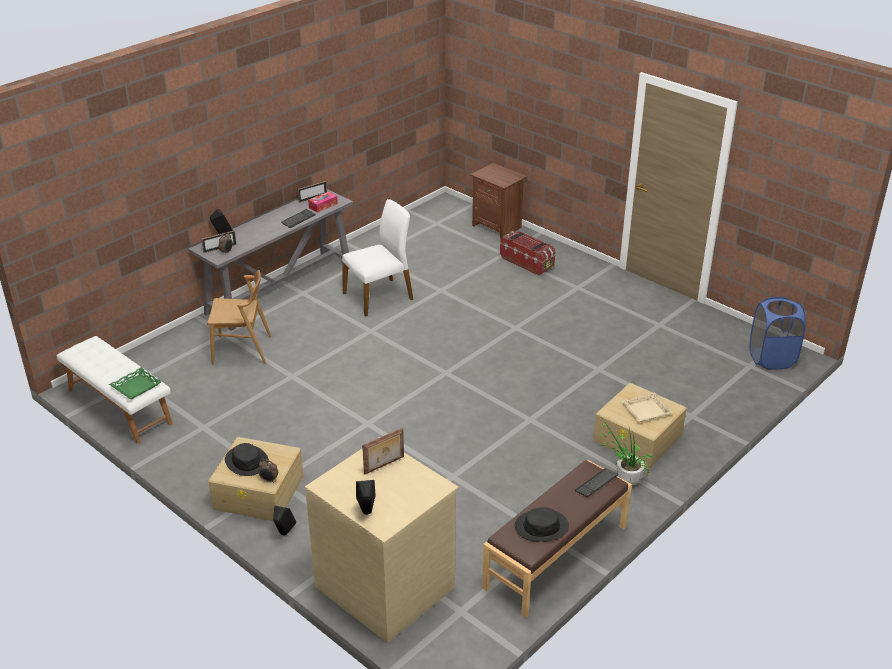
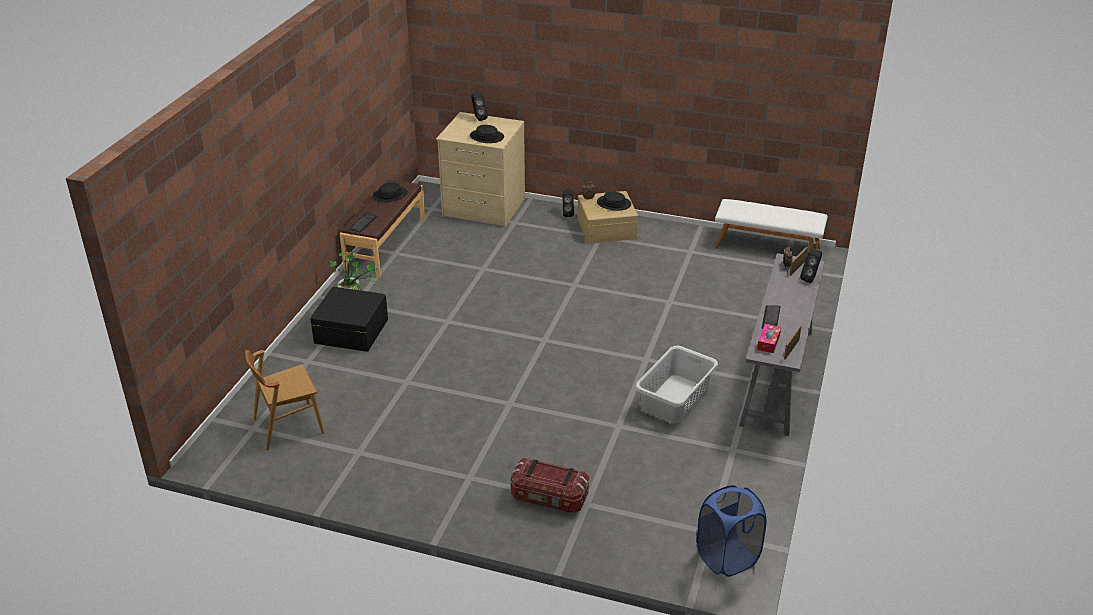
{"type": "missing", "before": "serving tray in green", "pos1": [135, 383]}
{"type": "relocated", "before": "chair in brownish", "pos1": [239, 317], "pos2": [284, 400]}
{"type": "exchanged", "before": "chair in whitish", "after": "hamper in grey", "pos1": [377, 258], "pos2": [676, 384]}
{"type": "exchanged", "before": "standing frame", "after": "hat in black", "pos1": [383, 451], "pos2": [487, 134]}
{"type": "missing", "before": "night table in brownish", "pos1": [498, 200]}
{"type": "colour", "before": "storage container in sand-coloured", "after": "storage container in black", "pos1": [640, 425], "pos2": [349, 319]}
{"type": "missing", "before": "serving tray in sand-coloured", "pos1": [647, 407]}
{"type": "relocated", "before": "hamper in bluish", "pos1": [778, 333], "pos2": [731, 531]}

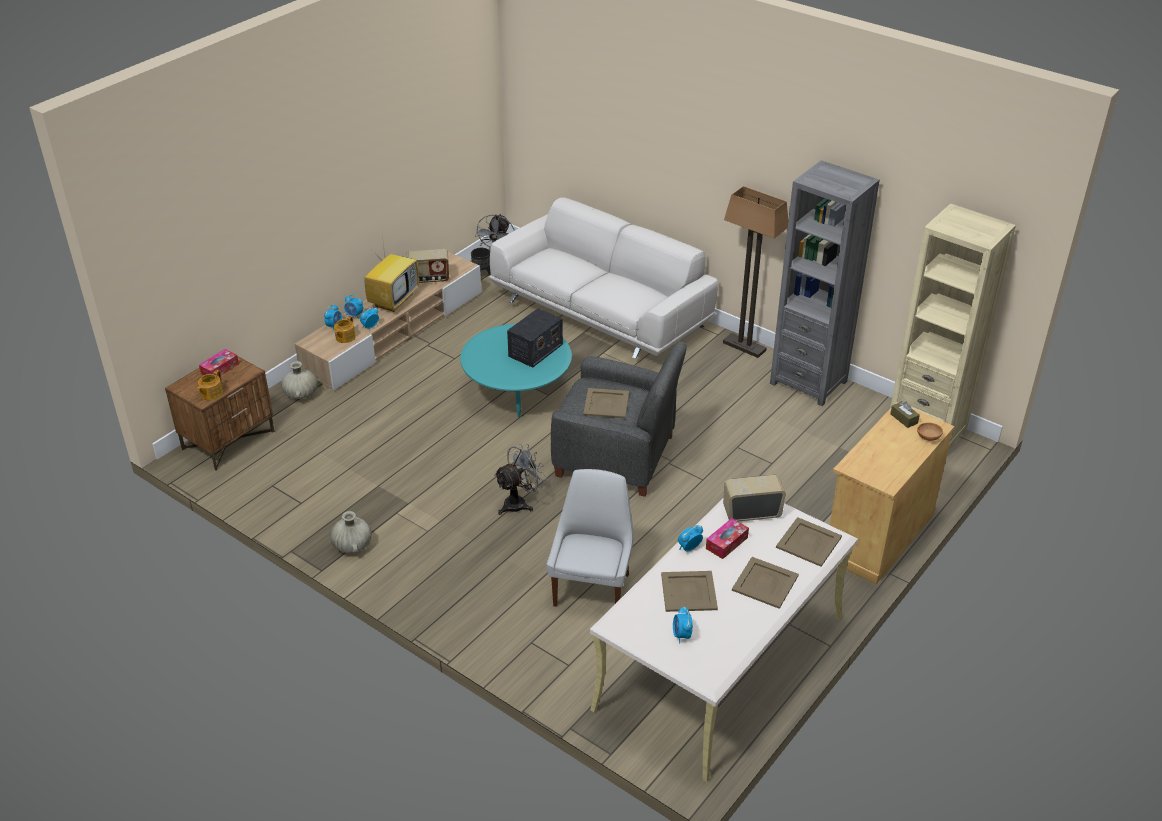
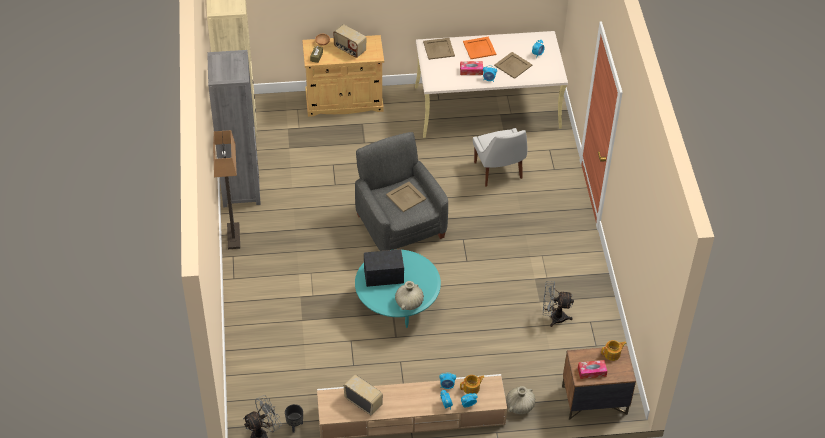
{"type": "relocated", "before": "vase in sand-coloured", "pos1": [351, 532], "pos2": [409, 295]}
{"type": "missing", "before": "TV", "pos1": [391, 273]}
{"type": "missing", "before": "settee in whitish", "pos1": [603, 278]}
{"type": "relocated", "before": "fan in grey", "pos1": [520, 479], "pos2": [558, 304]}
{"type": "spun", "before": "chair in whitish", "pos1": [590, 538], "pos2": [500, 157], "turn": -75}
{"type": "relocated", "before": "radio", "pos1": [754, 498], "pos2": [349, 41]}
{"type": "colour", "before": "serving tray in sand-coloured", "after": "serving tray in orangey", "pos1": [765, 583], "pos2": [479, 48]}

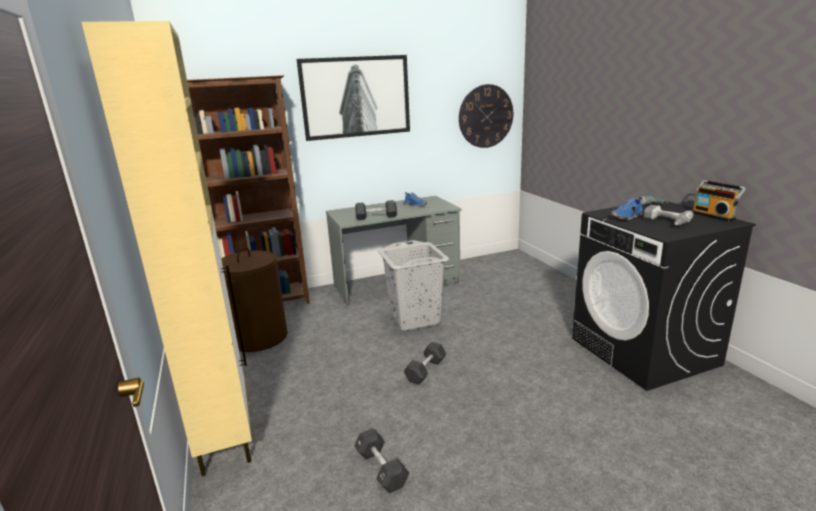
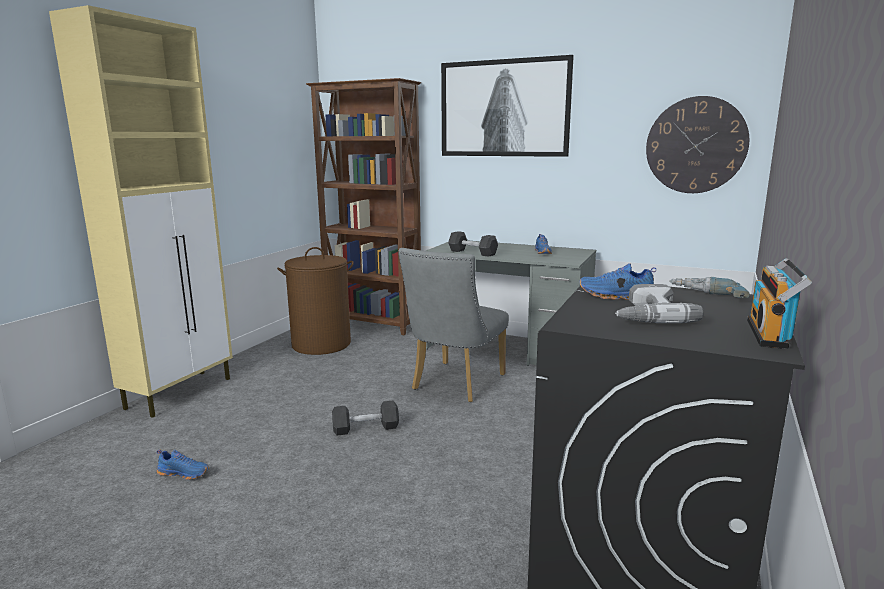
{"type": "exchanged", "before": "dumbbell in black", "after": "low shoe in bluish", "pos1": [381, 460], "pos2": [183, 464]}
{"type": "exchanged", "before": "hamper in grey", "after": "chair in grey", "pos1": [413, 285], "pos2": [453, 325]}

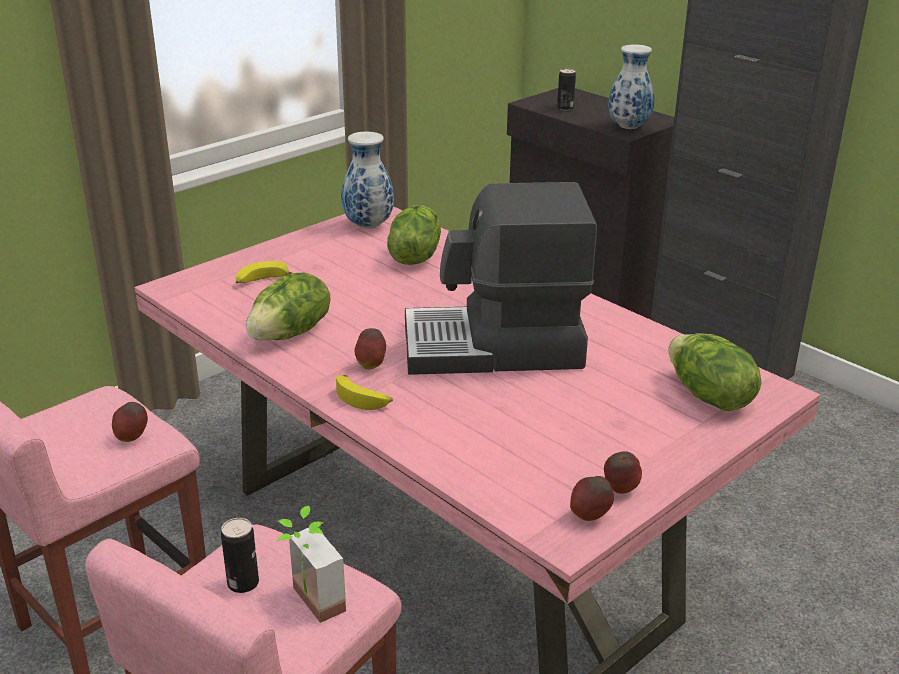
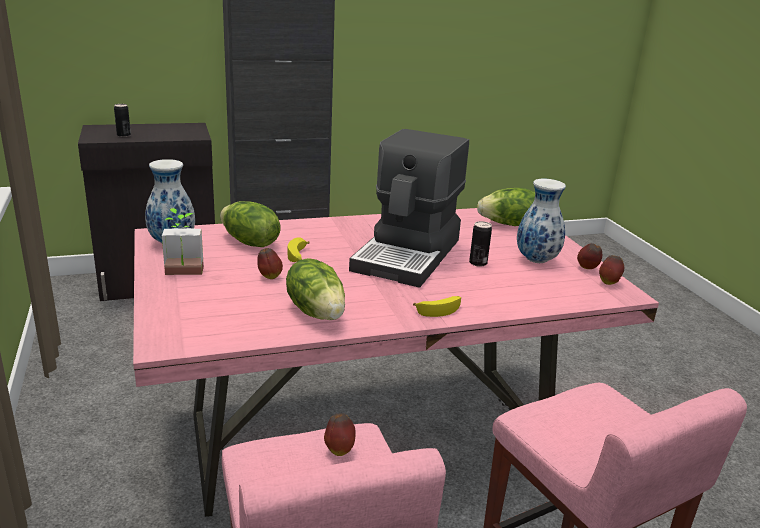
{"type": "relocated", "before": "can", "pos1": [240, 555], "pos2": [480, 244]}
{"type": "relocated", "before": "whole banana", "pos1": [264, 272], "pos2": [299, 249]}
{"type": "relocated", "before": "potted plant", "pos1": [311, 564], "pos2": [183, 241]}
{"type": "relocated", "before": "apple fruit", "pos1": [370, 349], "pos2": [270, 263]}
{"type": "relocated", "before": "vase", "pos1": [631, 86], "pos2": [541, 221]}

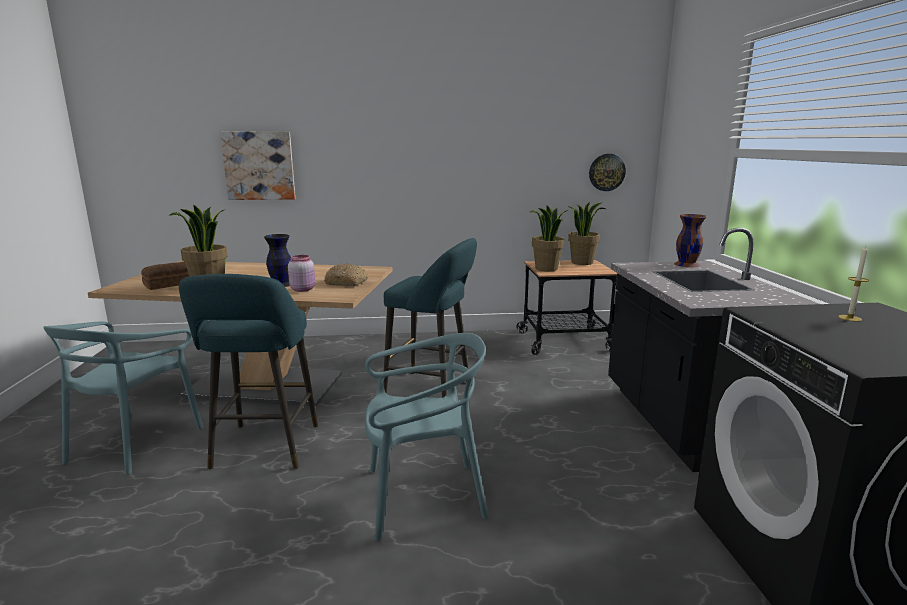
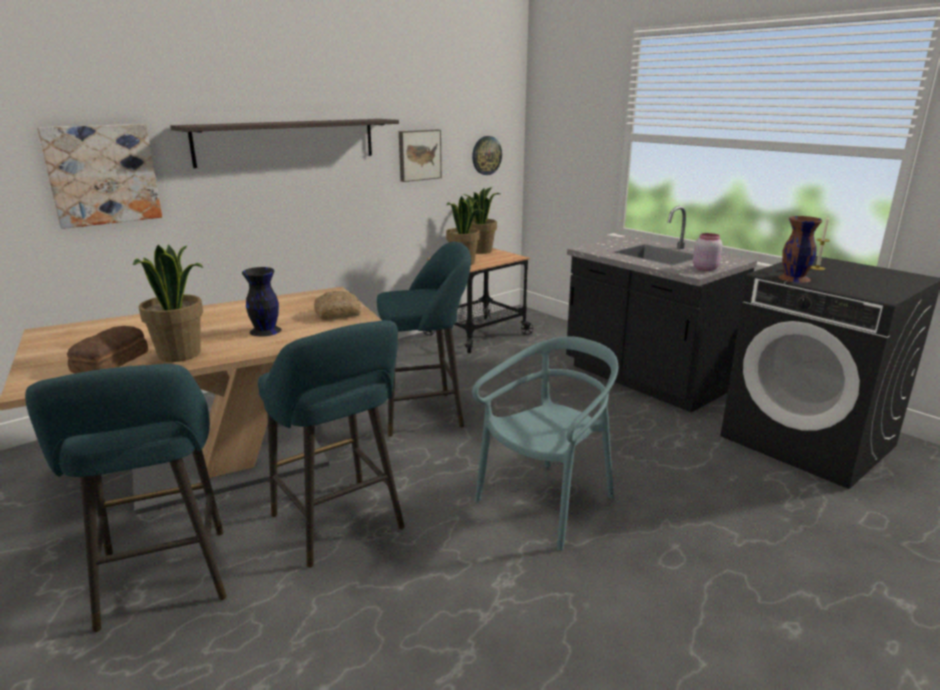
{"type": "exchanged", "before": "chair in blue-green", "after": "stool seat in blue-green", "pos1": [124, 398], "pos2": [126, 498]}
{"type": "relocated", "before": "storage jar in pink", "pos1": [301, 273], "pos2": [707, 252]}
{"type": "relocated", "before": "vase in brownish", "pos1": [690, 240], "pos2": [800, 249]}
{"type": "appeared", "after": "shelf", "pos2": [285, 143]}
{"type": "appeared", "after": "wall art", "pos2": [420, 156]}

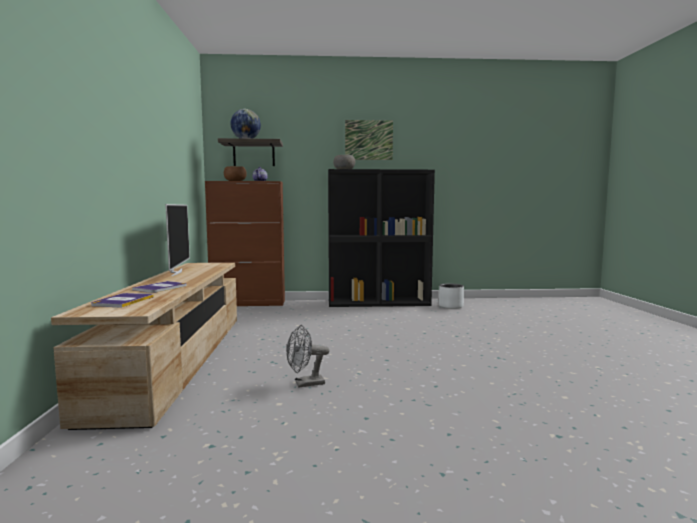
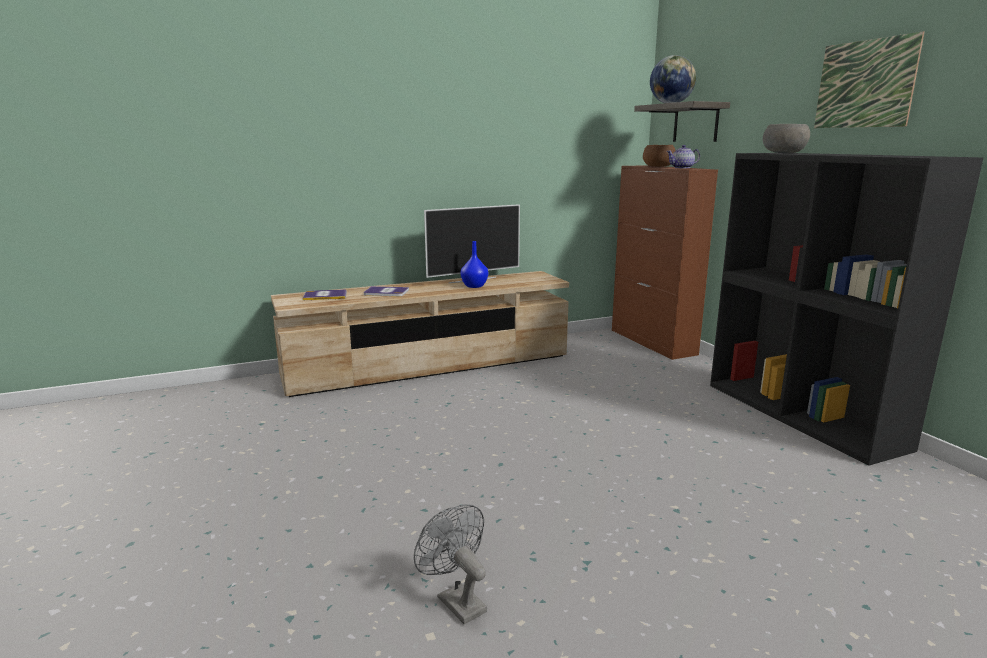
{"type": "relocated", "before": "fan in grey", "pos1": [308, 356], "pos2": [450, 564]}
{"type": "missing", "before": "planter in whitish", "pos1": [451, 296]}
{"type": "appeared", "after": "vase in bluish", "pos2": [474, 264]}

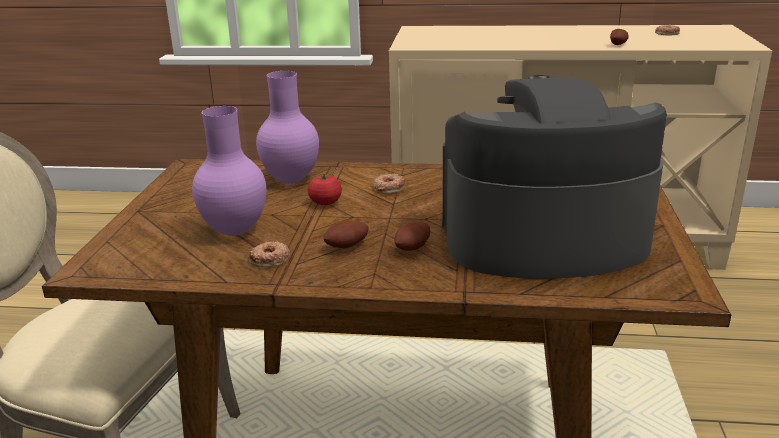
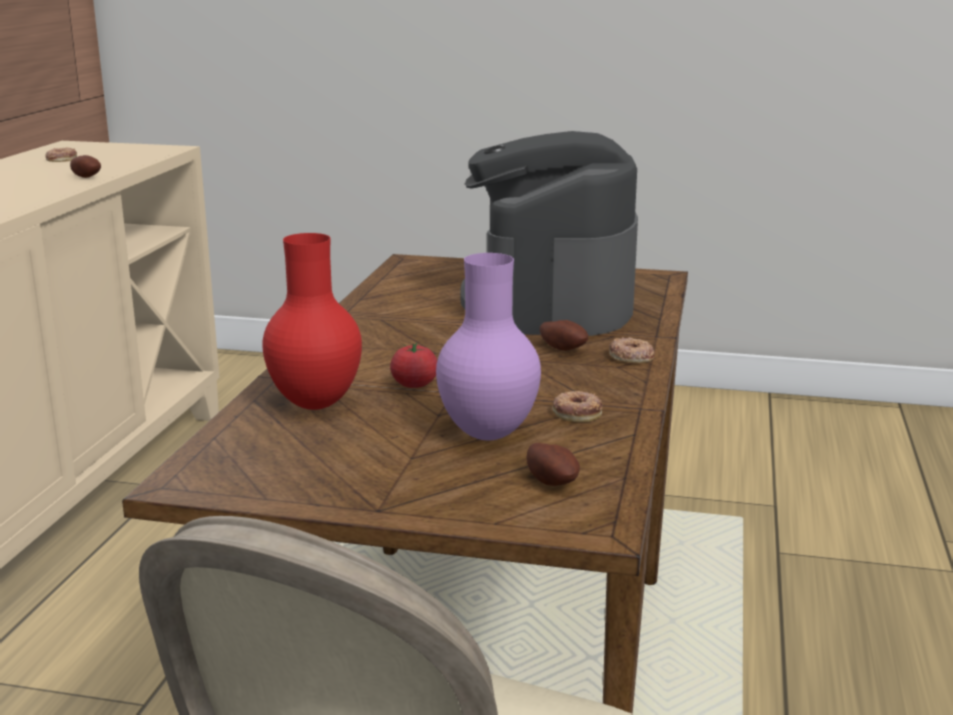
{"type": "colour", "before": "vase in purple", "after": "vase in red-coloured", "pos1": [287, 127], "pos2": [312, 321]}
{"type": "relocated", "before": "whole potato", "pos1": [346, 234], "pos2": [553, 464]}
{"type": "relocated", "before": "donut", "pos1": [389, 184], "pos2": [631, 350]}

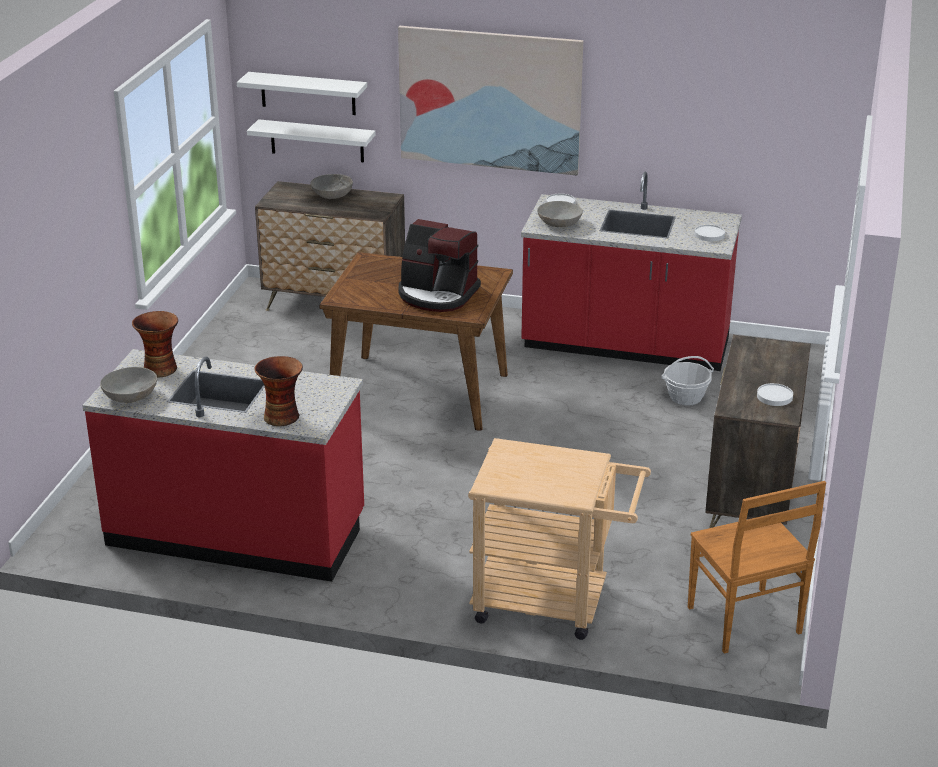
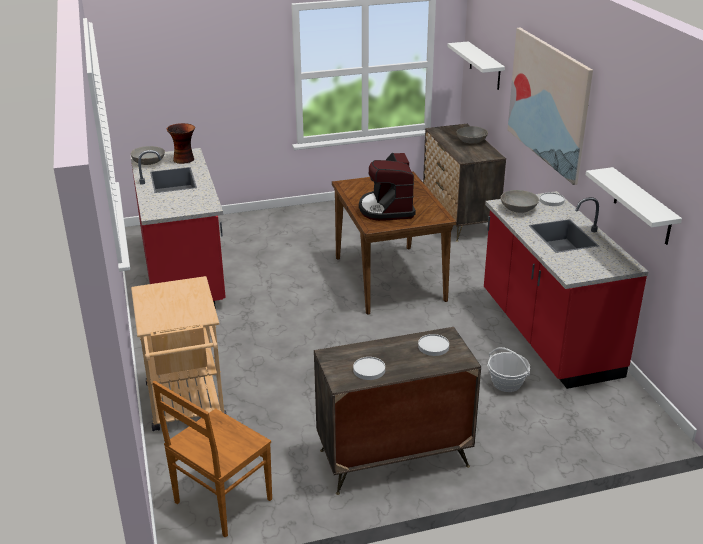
{"type": "relocated", "before": "shelf in whitish", "pos1": [311, 141], "pos2": [634, 206]}
{"type": "missing", "before": "vase", "pos1": [278, 391]}
{"type": "relocated", "before": "dinner plate in whitish", "pos1": [710, 233], "pos2": [433, 345]}

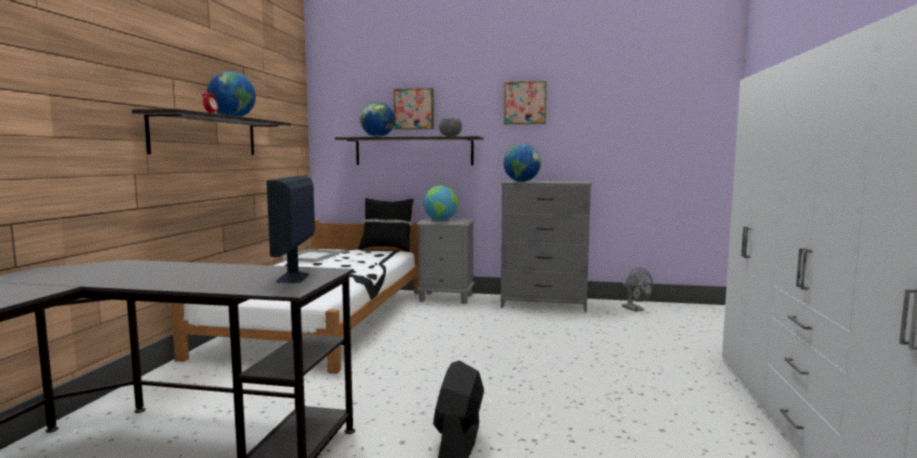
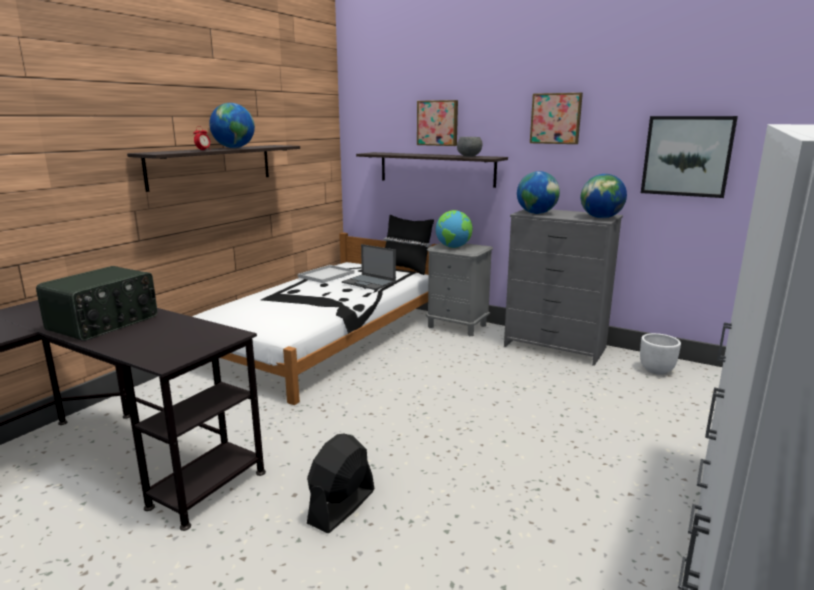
{"type": "missing", "before": "computer screen", "pos1": [291, 229]}
{"type": "relocated", "before": "world globe", "pos1": [377, 119], "pos2": [604, 196]}
{"type": "exchanged", "before": "fan in grey", "after": "planter in whitish", "pos1": [637, 290], "pos2": [660, 354]}
{"type": "appeared", "after": "radio", "pos2": [96, 303]}
{"type": "appeared", "after": "portable computer", "pos2": [369, 267]}
{"type": "appeared", "after": "wall art", "pos2": [689, 157]}

